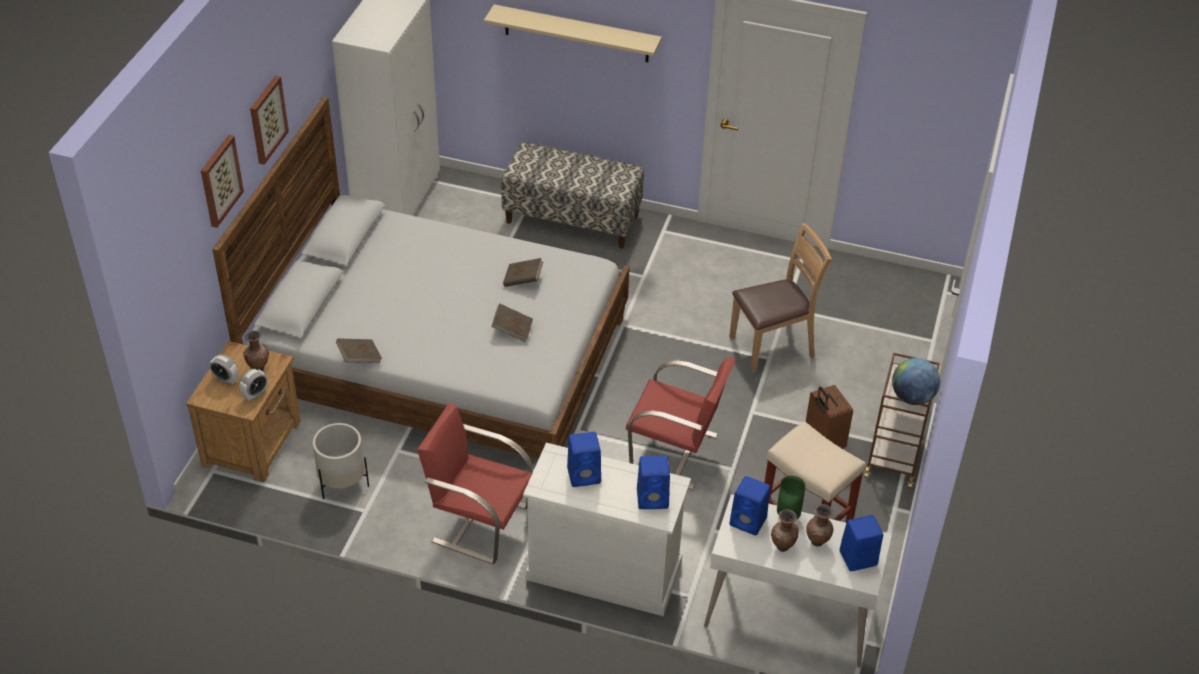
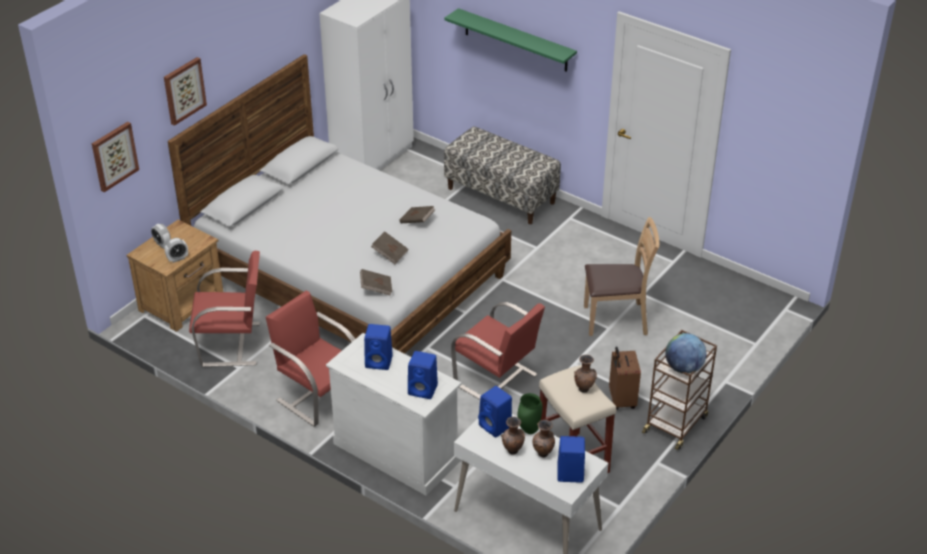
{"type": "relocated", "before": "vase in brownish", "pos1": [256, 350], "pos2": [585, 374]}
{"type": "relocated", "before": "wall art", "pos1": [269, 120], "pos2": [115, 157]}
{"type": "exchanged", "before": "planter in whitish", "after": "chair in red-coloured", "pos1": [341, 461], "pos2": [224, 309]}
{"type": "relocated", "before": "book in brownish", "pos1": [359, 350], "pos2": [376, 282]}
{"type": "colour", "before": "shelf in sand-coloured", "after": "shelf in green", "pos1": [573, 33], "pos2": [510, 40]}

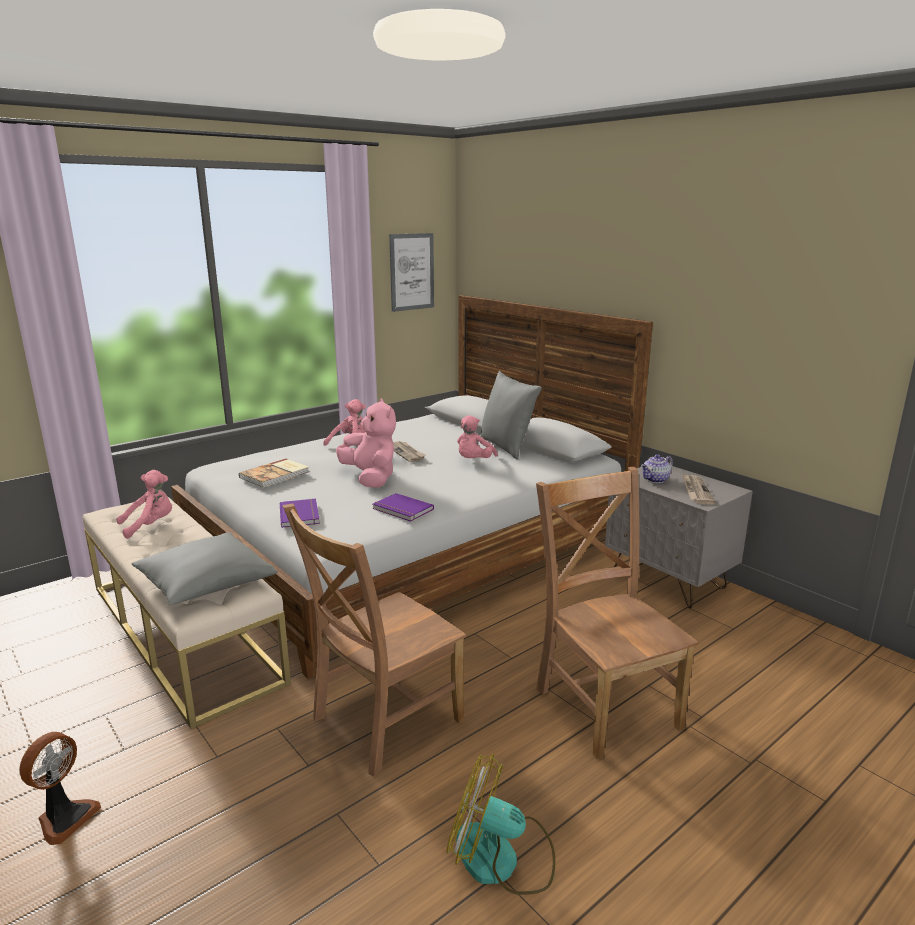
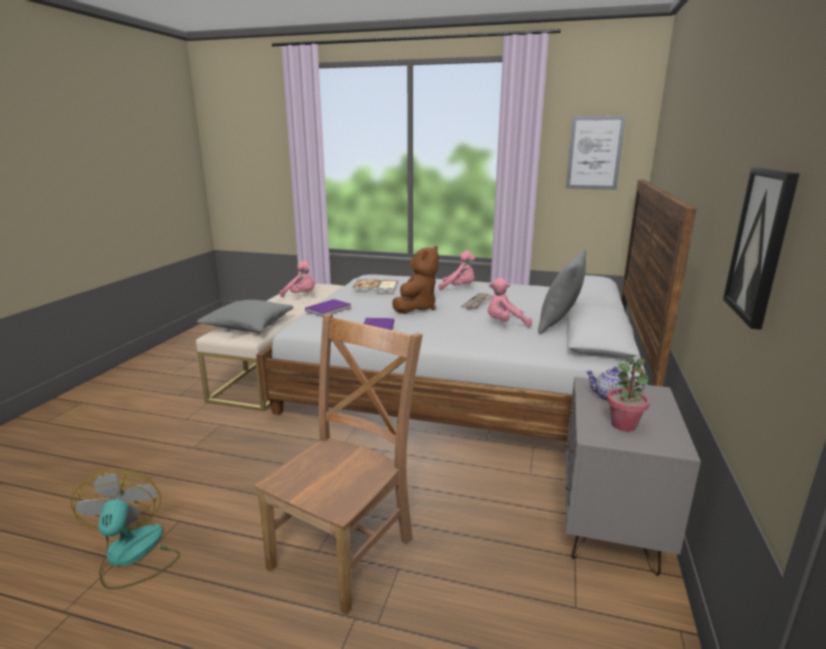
{"type": "missing", "before": "fan", "pos1": [60, 788]}
{"type": "missing", "before": "chair in brownish", "pos1": [374, 640]}
{"type": "colour", "before": "cuddly toy in pink", "after": "cuddly toy in brownish", "pos1": [366, 443], "pos2": [415, 279]}
{"type": "exchanged", "before": "newspaper", "after": "potted plant", "pos1": [699, 489], "pos2": [628, 394]}
{"type": "appeared", "after": "wall art", "pos2": [761, 248]}

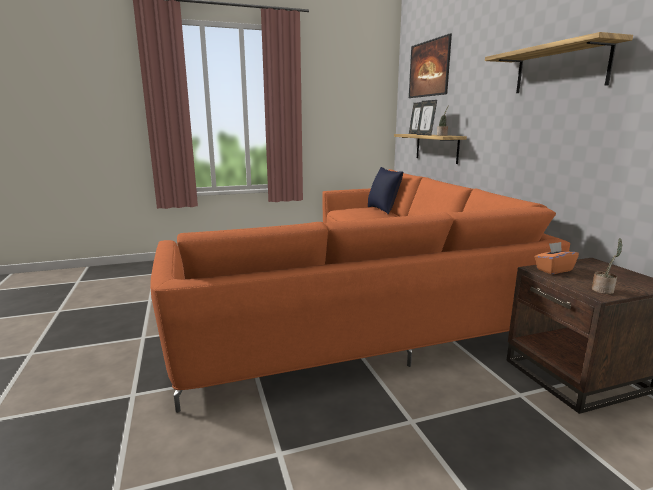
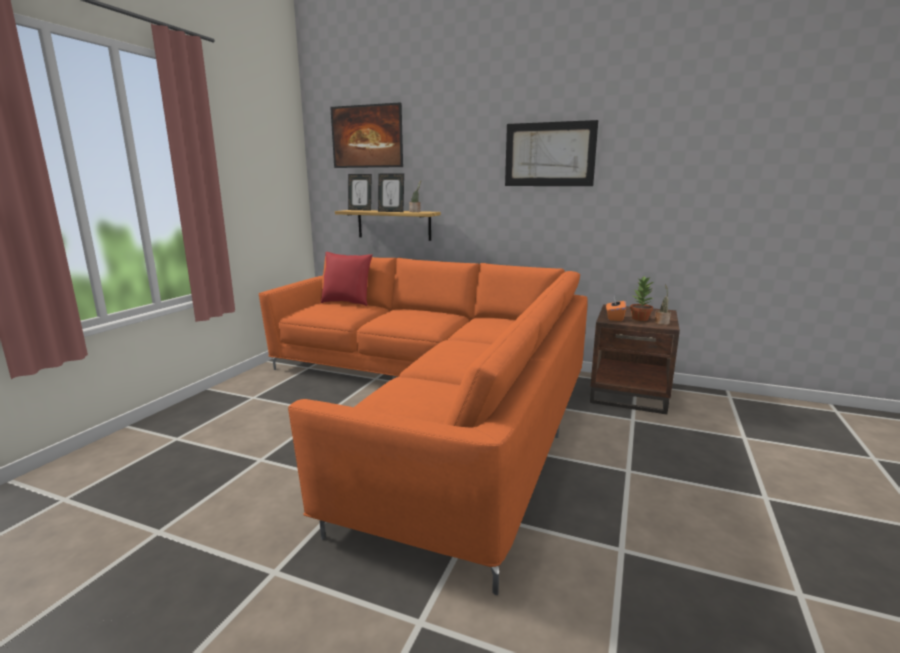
{"type": "colour", "before": "cushion in bluish", "after": "cushion in red-coloured", "pos1": [386, 190], "pos2": [347, 279]}
{"type": "exchanged", "before": "shelf", "after": "wall art", "pos1": [559, 62], "pos2": [551, 153]}
{"type": "appeared", "after": "potted plant", "pos2": [642, 298]}

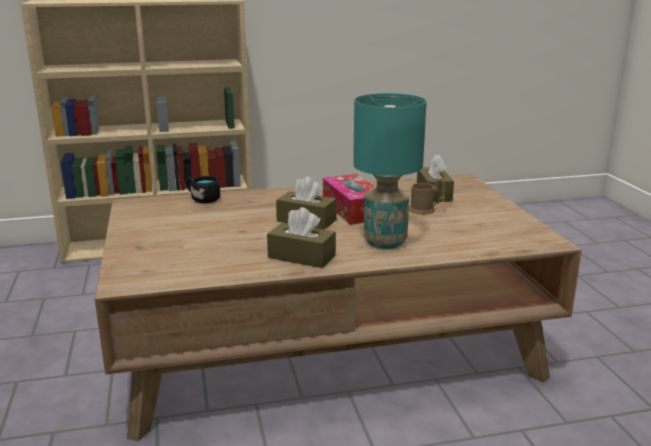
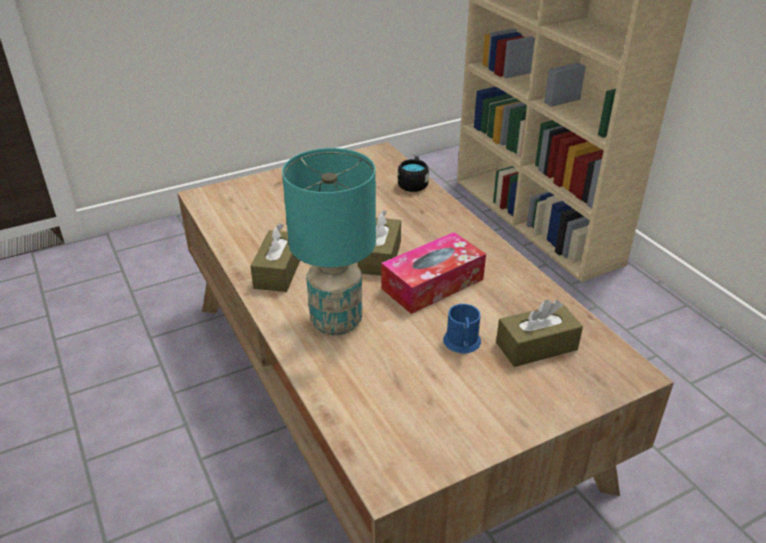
{"type": "colour", "before": "mug in brownish", "after": "mug in bluish", "pos1": [427, 197], "pos2": [462, 328]}

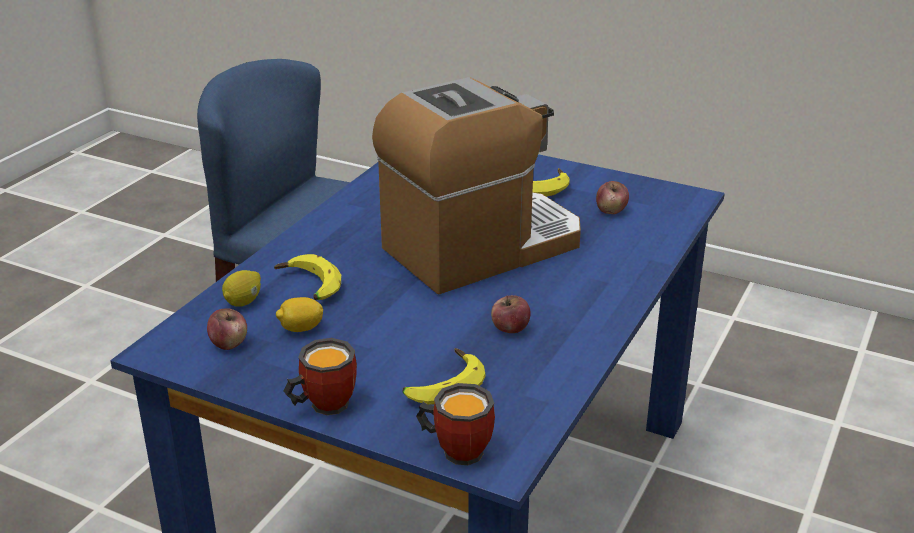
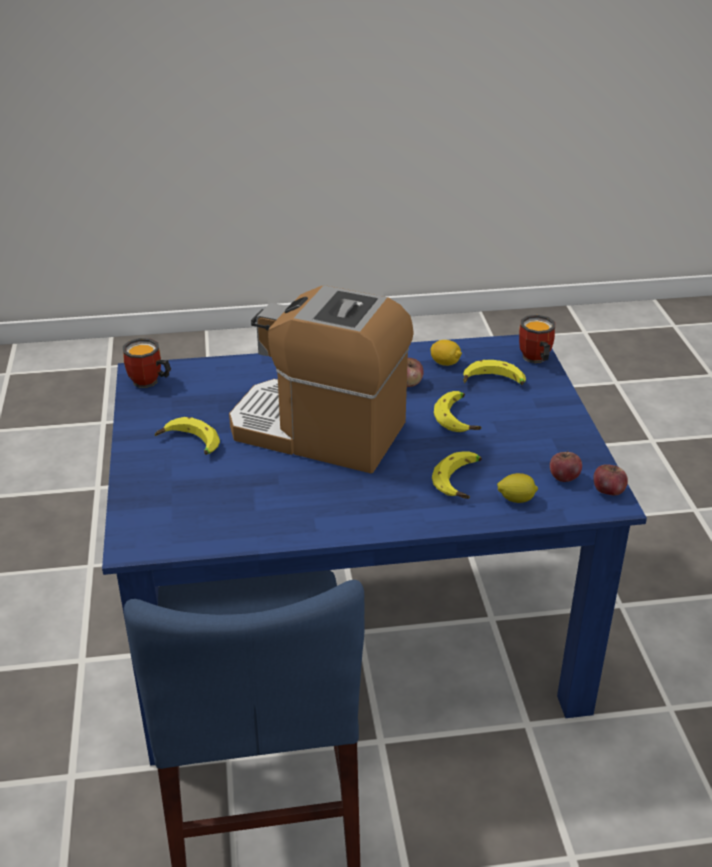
{"type": "relocated", "before": "whole lemon", "pos1": [300, 314], "pos2": [446, 353]}
{"type": "relocated", "before": "mug", "pos1": [320, 376], "pos2": [147, 363]}
{"type": "relocated", "before": "apple fruit", "pos1": [612, 197], "pos2": [610, 480]}
{"type": "appeared", "after": "whole banana", "pos2": [457, 411]}

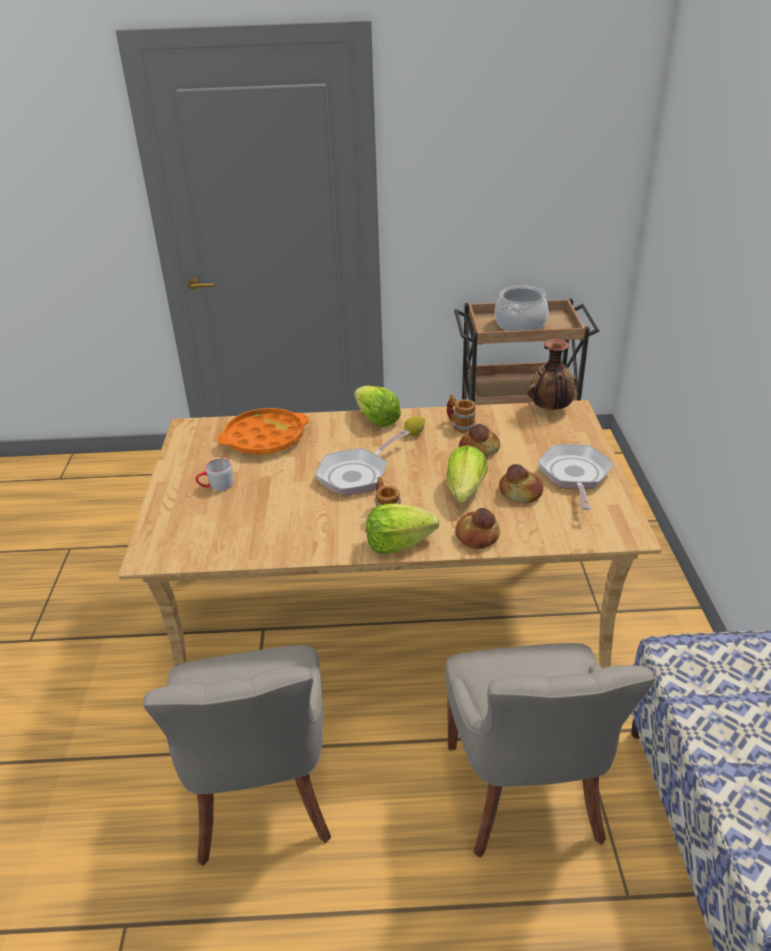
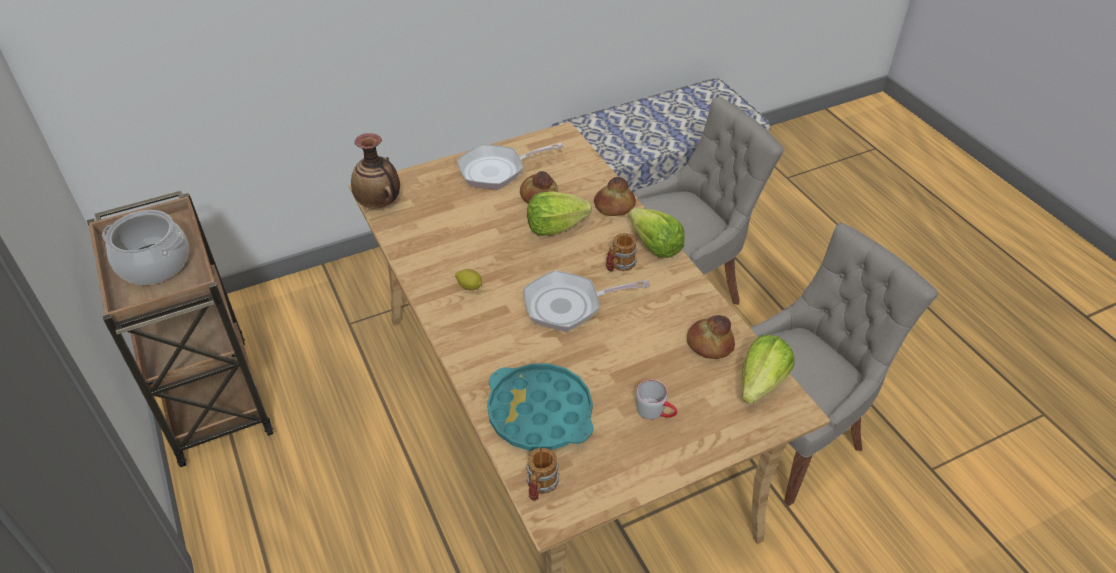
{"type": "colour", "before": "serving tray in orangey", "after": "serving tray in blue-green", "pos1": [263, 431], "pos2": [540, 407]}
{"type": "spun", "before": "skillet", "pos1": [362, 462], "pos2": [586, 301], "turn": 150}
{"type": "relocated", "before": "lettuce head", "pos1": [377, 406], "pos2": [768, 369]}
{"type": "relocated", "before": "mug", "pos1": [461, 413], "pos2": [543, 474]}
{"type": "relocated", "before": "baked bread", "pos1": [479, 440], "pos2": [711, 337]}

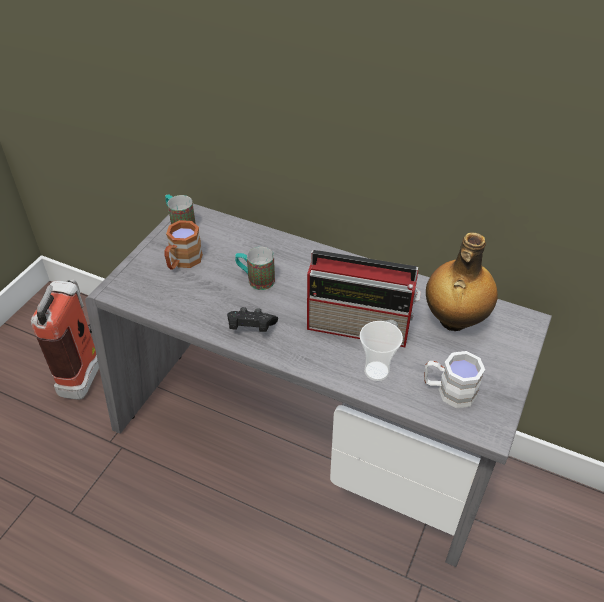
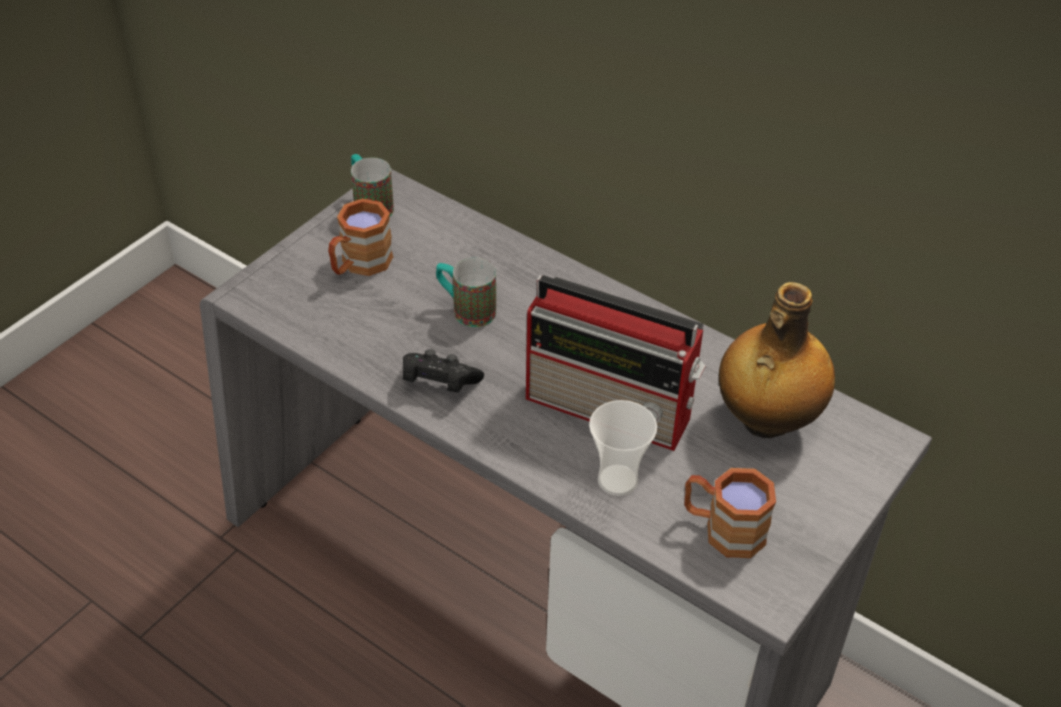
{"type": "missing", "before": "extinguisher", "pos1": [65, 340]}
{"type": "colour", "before": "mug in whitish", "after": "mug in brownish", "pos1": [454, 379], "pos2": [730, 513]}

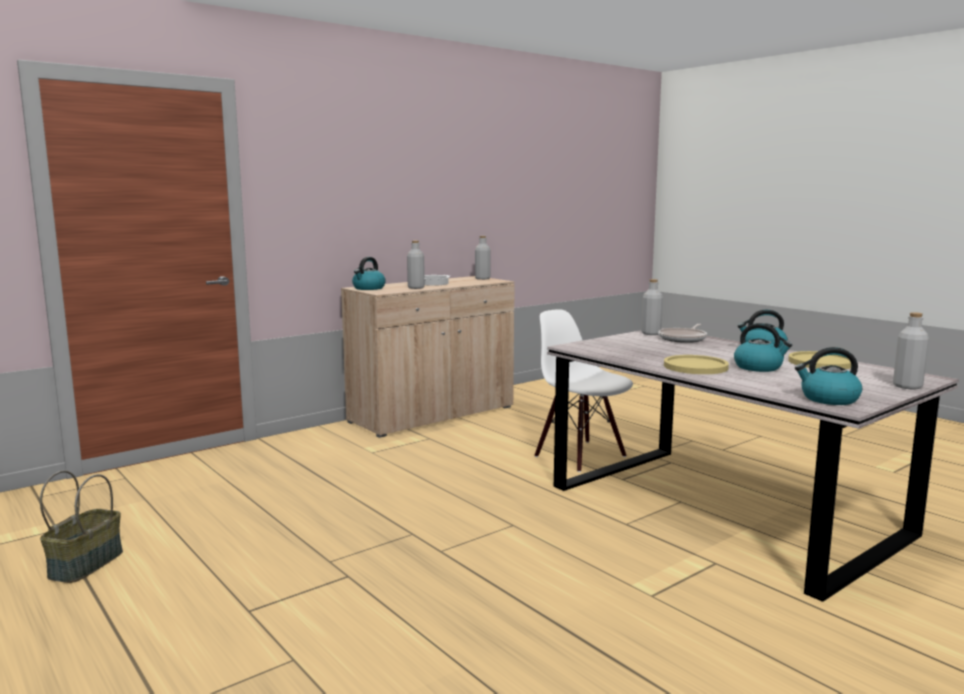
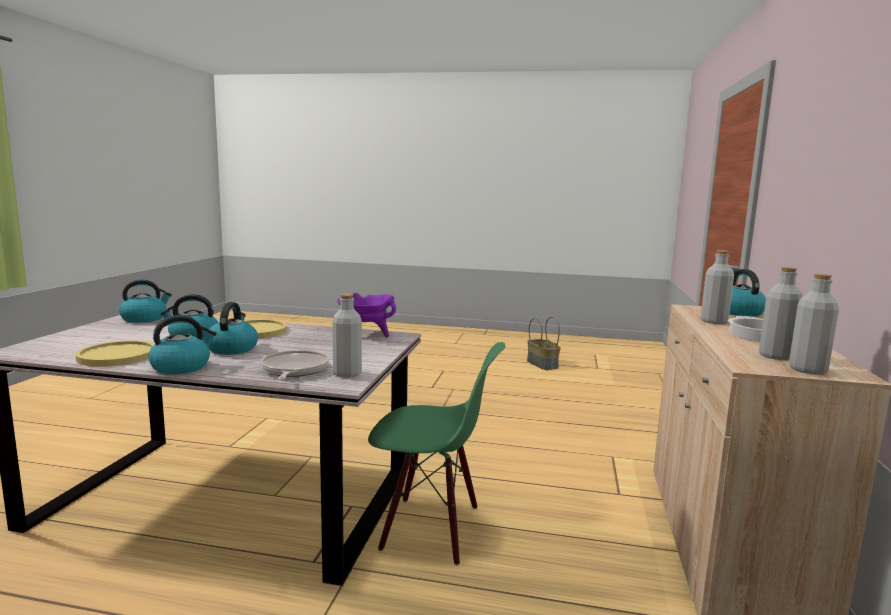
{"type": "colour", "before": "chair in whitish", "after": "chair in green", "pos1": [584, 390], "pos2": [436, 454]}
{"type": "relocated", "before": "beverage bottle in grey", "pos1": [911, 351], "pos2": [781, 313]}
{"type": "appeared", "after": "tea kettle", "pos2": [233, 328]}
{"type": "appeared", "after": "stockpot in purple", "pos2": [366, 315]}

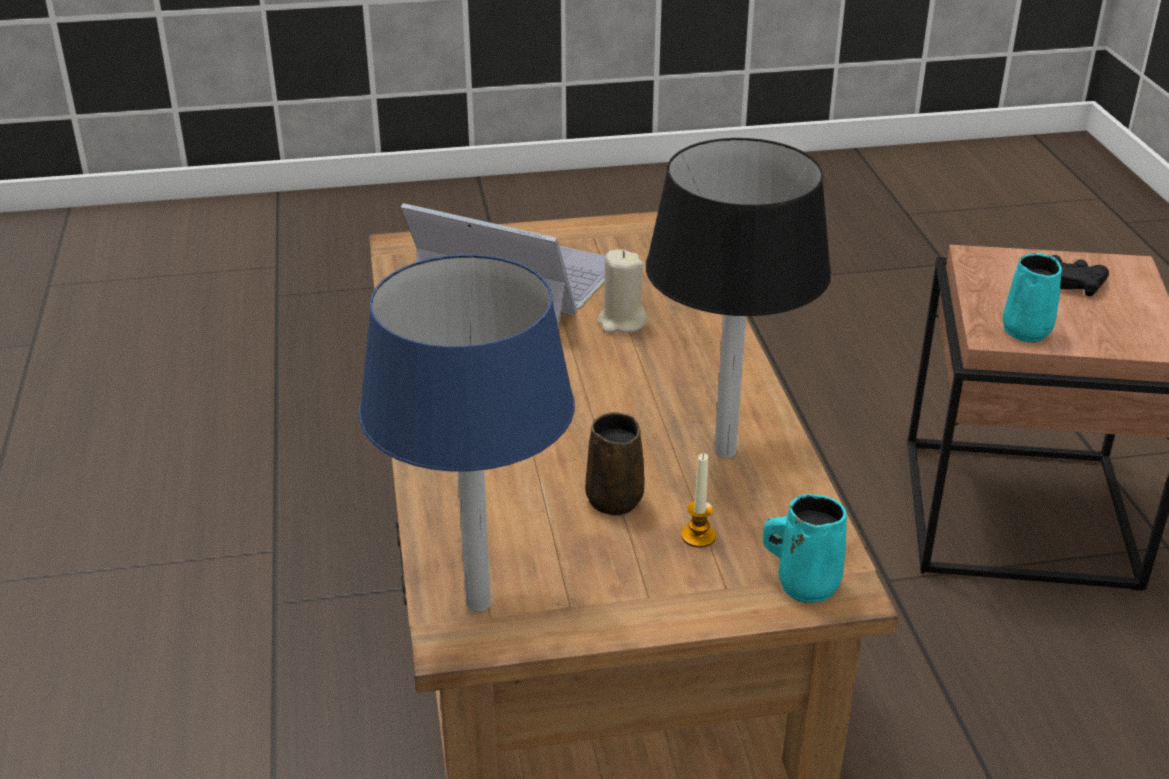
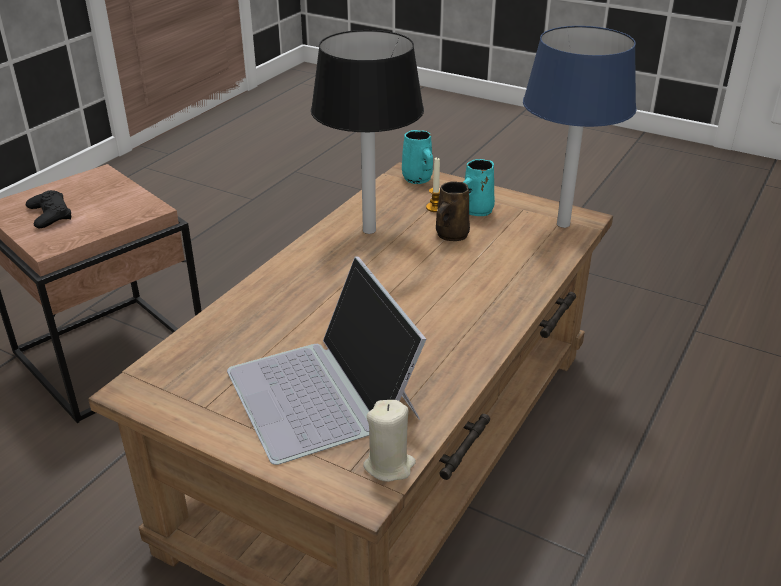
{"type": "relocated", "before": "wax light in sand-coloured", "pos1": [622, 291], "pos2": [389, 441]}
{"type": "relocated", "before": "mug in blue-green", "pos1": [1032, 297], "pos2": [479, 187]}

